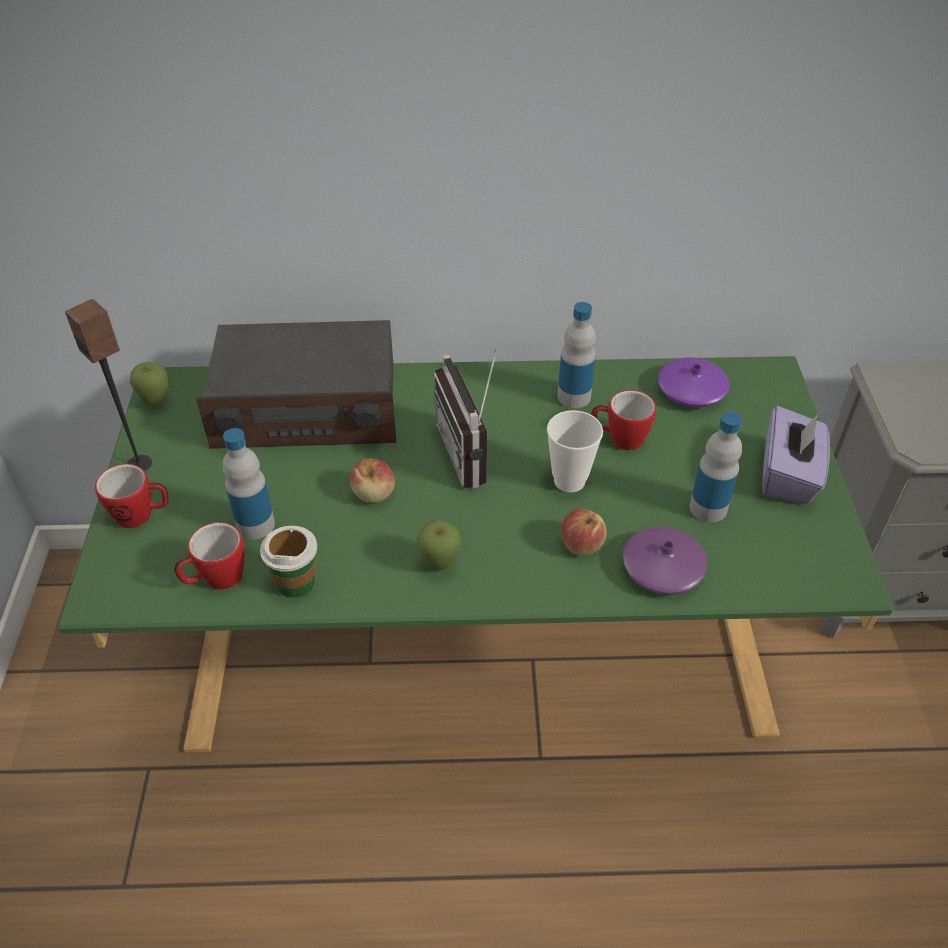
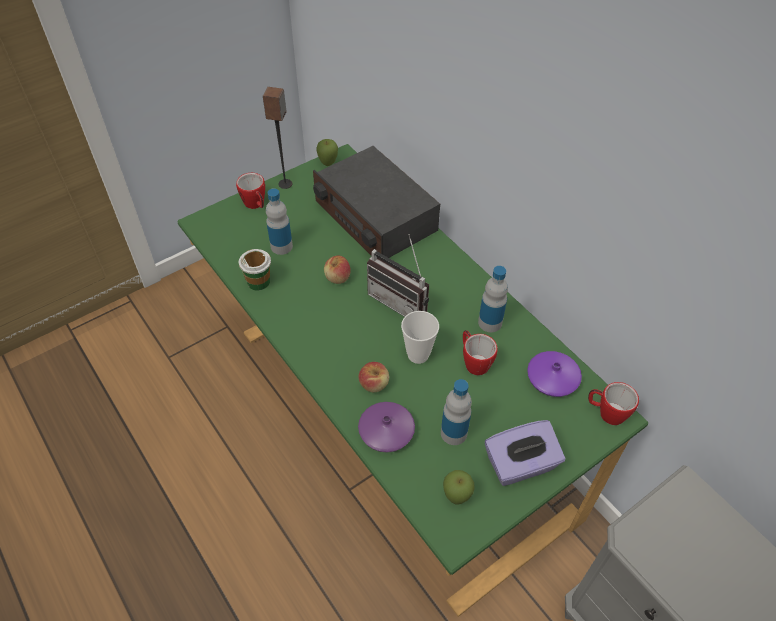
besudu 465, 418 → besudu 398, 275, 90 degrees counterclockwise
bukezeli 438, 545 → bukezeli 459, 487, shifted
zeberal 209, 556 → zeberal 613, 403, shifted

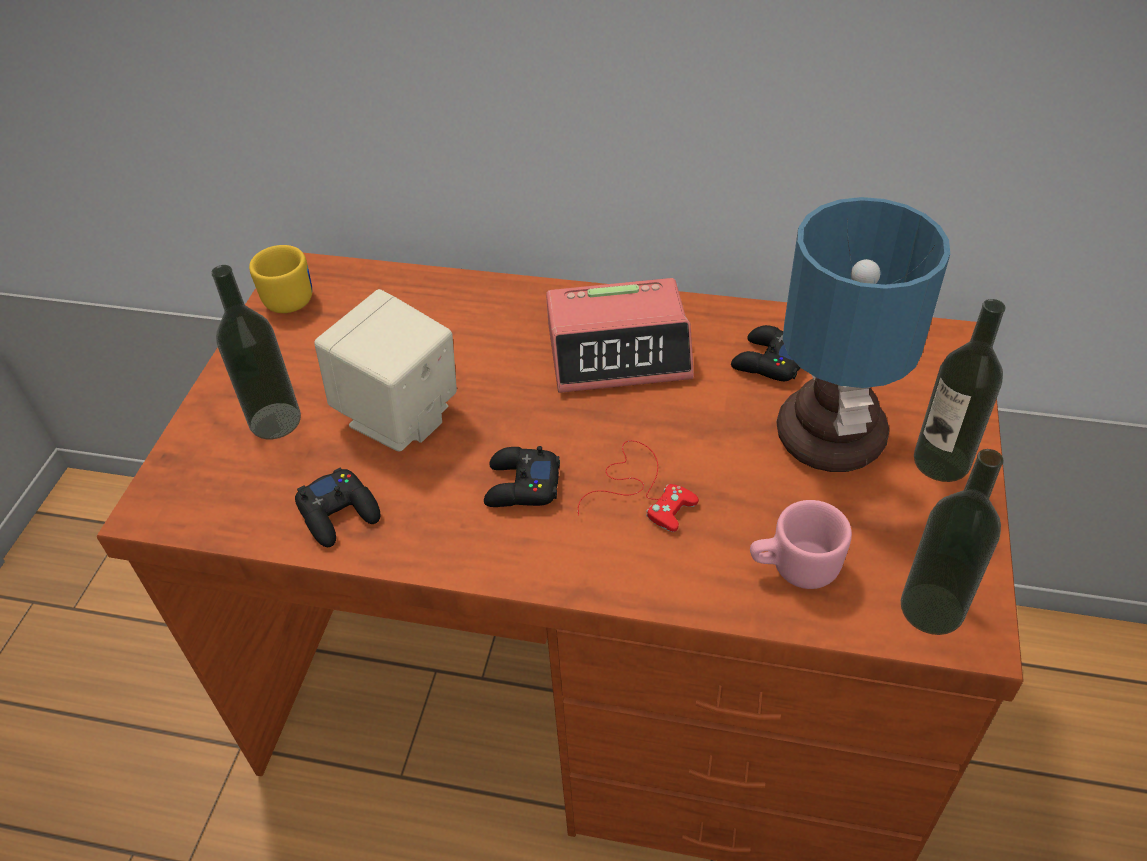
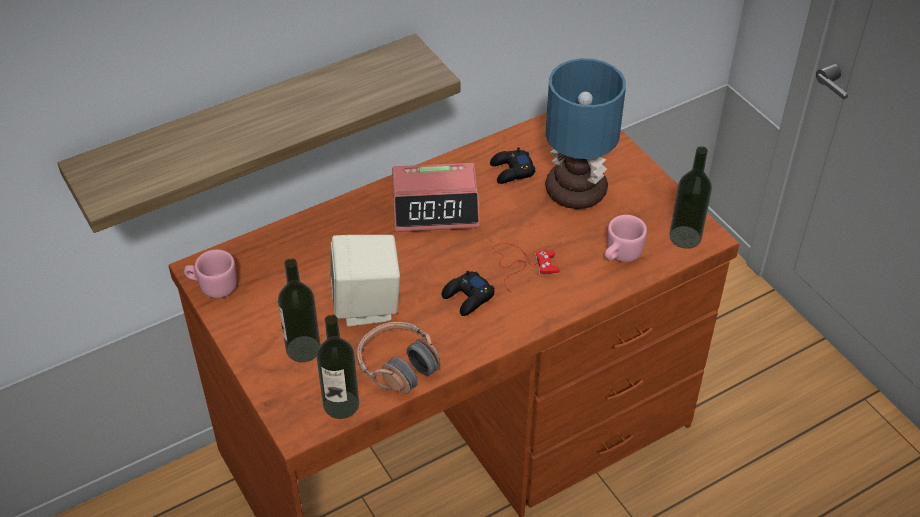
- → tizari 258, 133
yellow_zeberal 280, 279 → pink_zeberal 210, 274
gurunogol 959, 390 → gurunogol 338, 367, shifted
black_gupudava 337, 507 → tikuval 398, 358
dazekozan 620, 335 → dazekozan 436, 197, 45 degrees clockwise

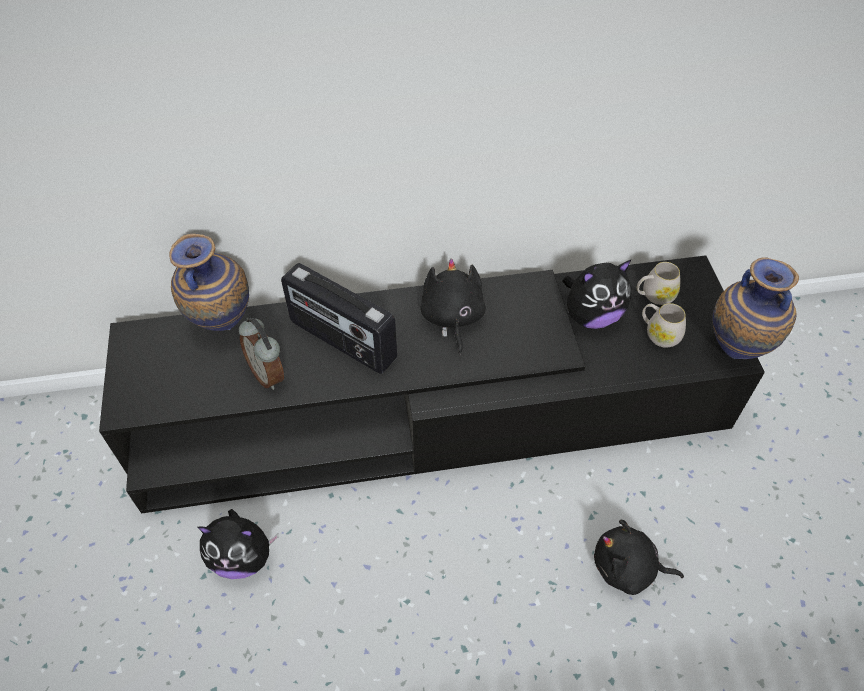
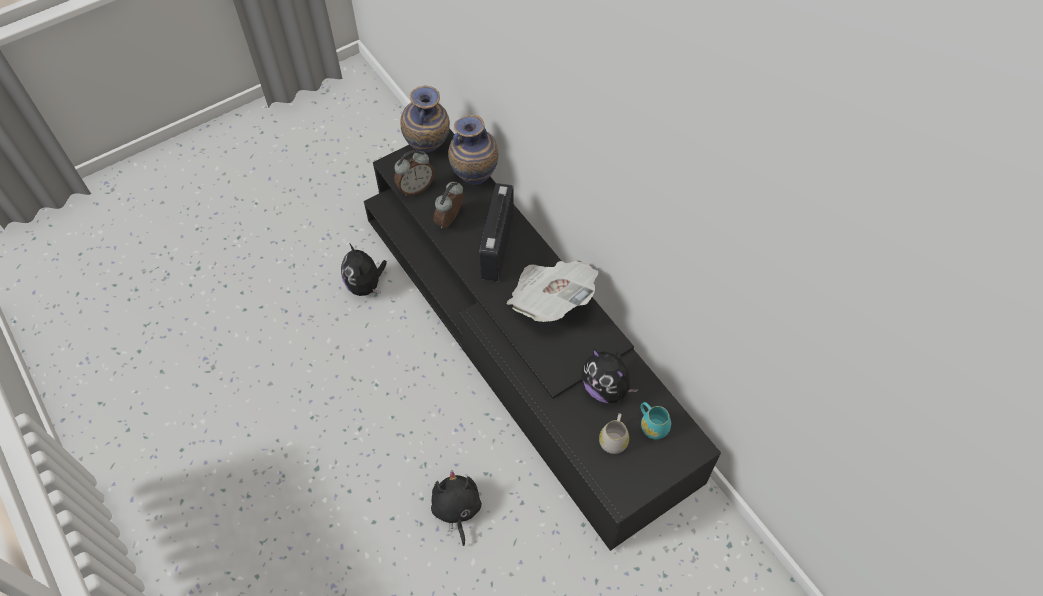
- → dazekozan 414, 173
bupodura 756, 308 → bupodura 425, 119, shifted
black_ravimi 453, 307 → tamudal 552, 291
white_zeberal 658, 283 → turquoise_zeberal 655, 420

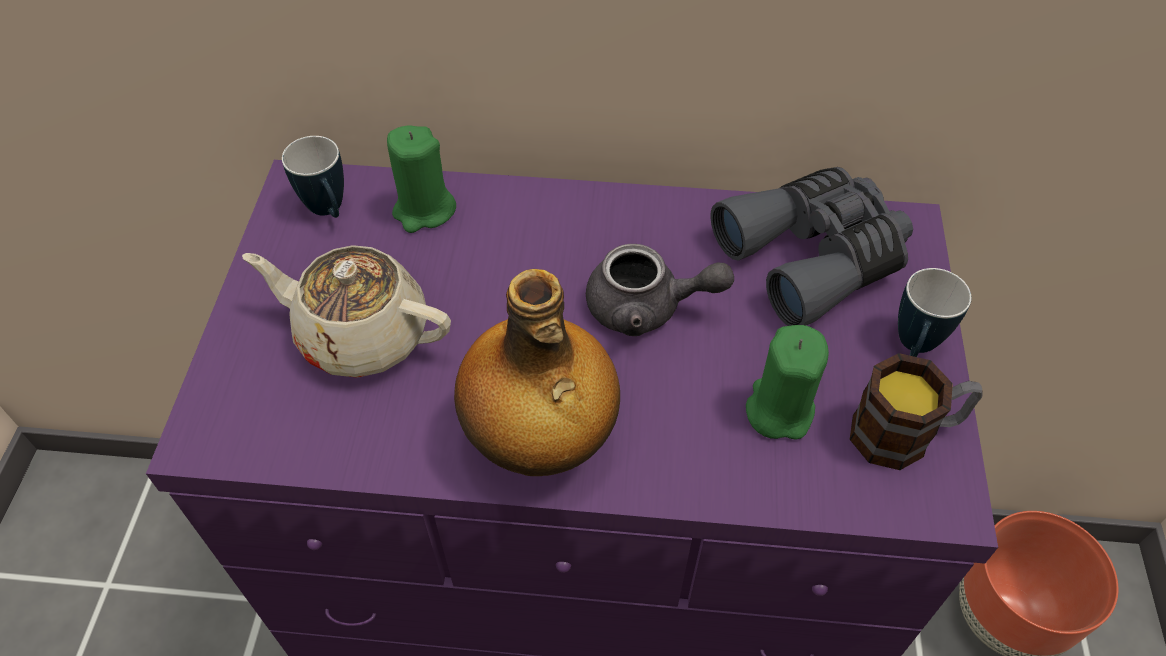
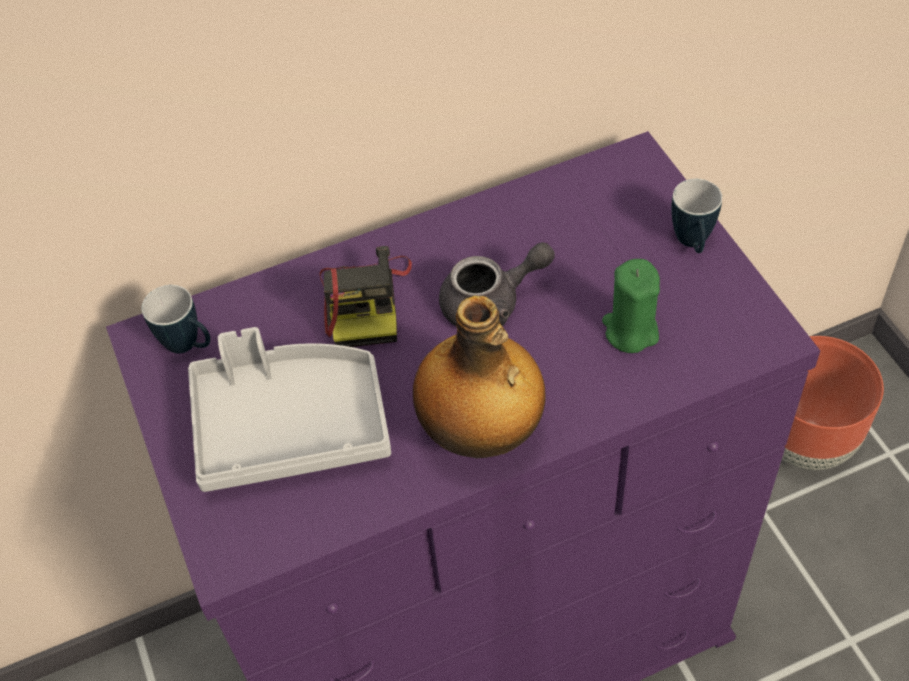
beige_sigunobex 346, 311 → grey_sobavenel 289, 409
- → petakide 365, 296
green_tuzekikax 421, 179 → -
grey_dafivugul 811, 246 → -
zeberal 916, 411 → -

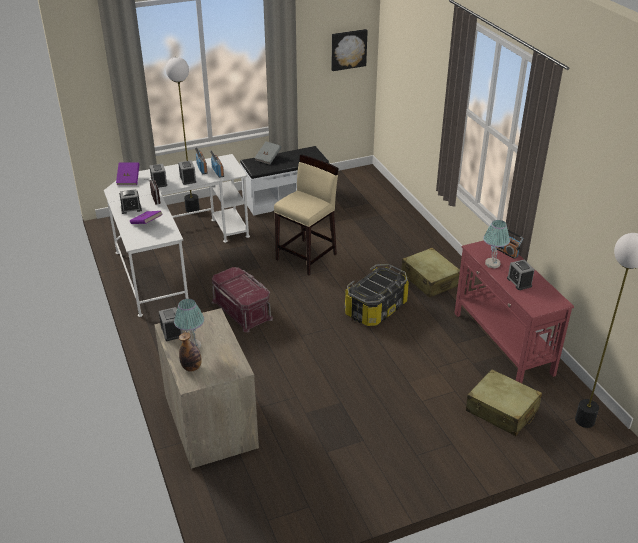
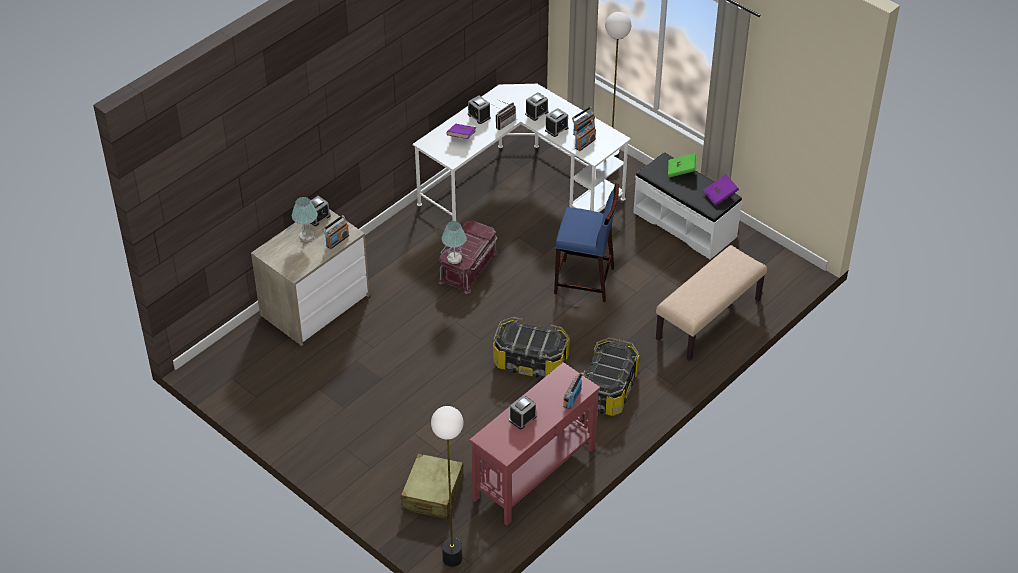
- → besudu 336, 232
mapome 496, 244 → mapome 454, 242, shifted
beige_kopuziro 306, 214 → blue_kopuziro 586, 242
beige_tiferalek 430, 273 → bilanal 611, 376
- → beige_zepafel 711, 303
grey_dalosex 268, 153 → green_dalosex 682, 165
purple_dalosex 128, 173 → purple_dalosex 721, 190, shifted
gurunogol 190, 352 → -
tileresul 349, 50 → -

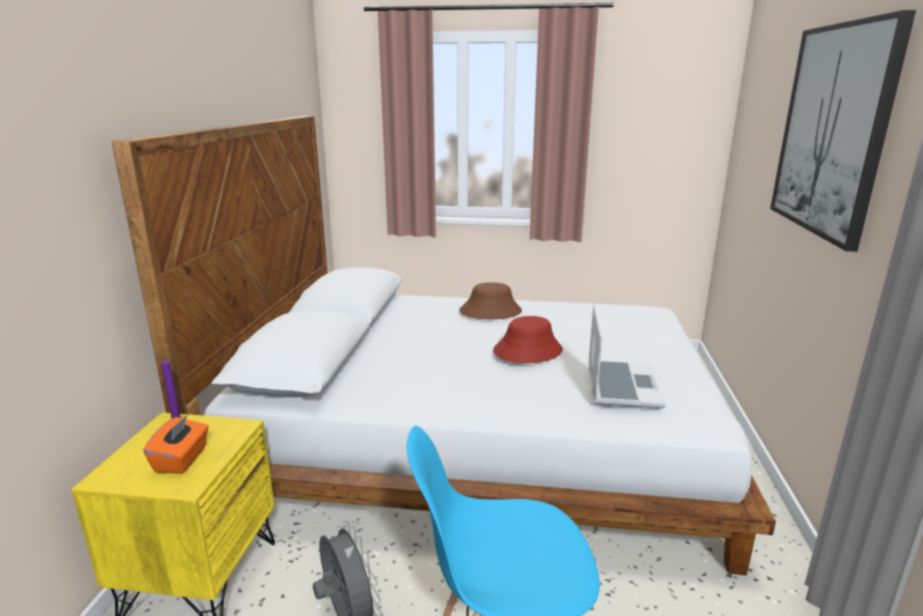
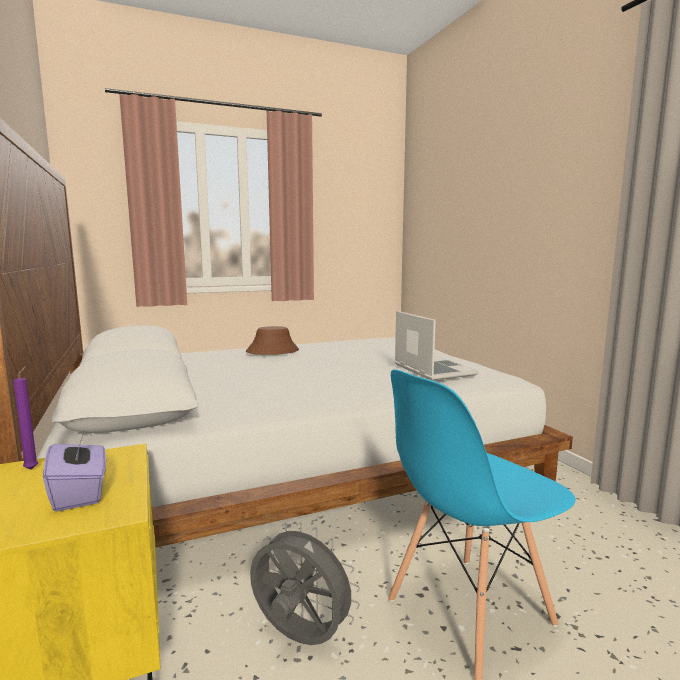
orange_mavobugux 176, 444 → purple_mavobugux 74, 471
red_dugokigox 528, 339 → -
tileresul 843, 131 → -

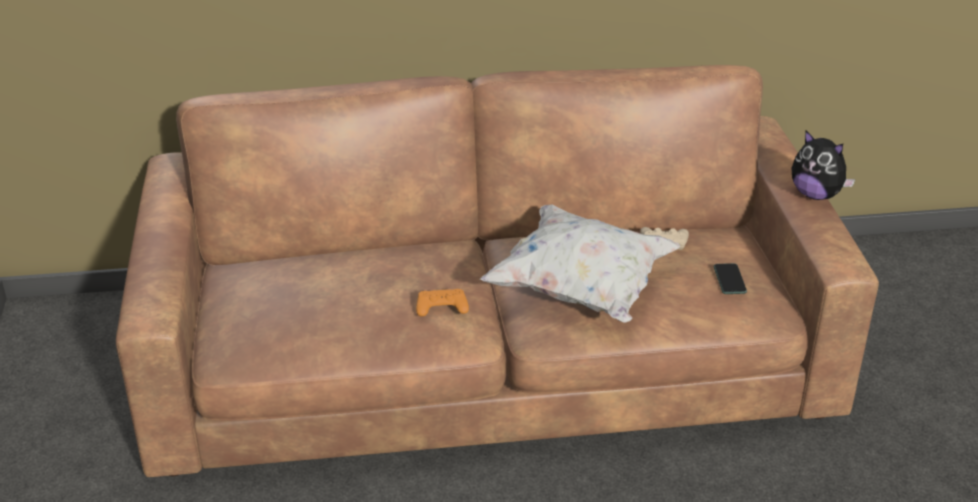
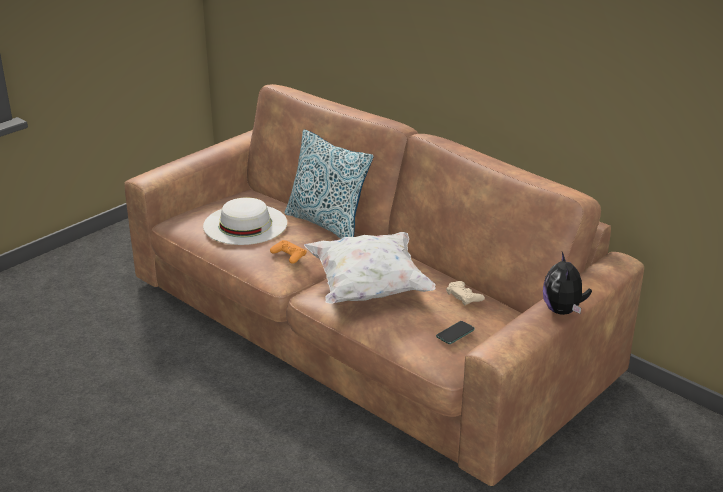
- → white_dugokigox 245, 221
- → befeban 329, 184

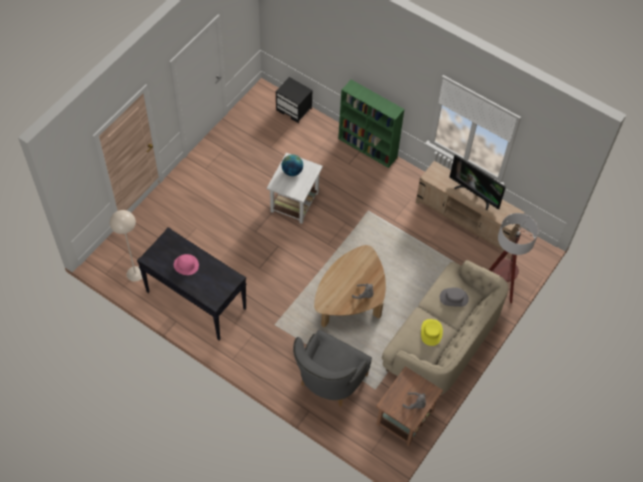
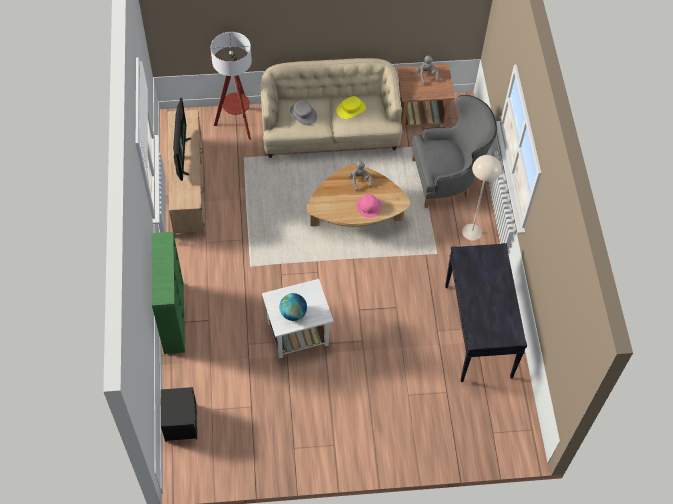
pink_dugokigox 186, 264 → pink_dugokigox 369, 206, shifted
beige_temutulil 126, 246 → beige_temutulil 482, 197, shifted

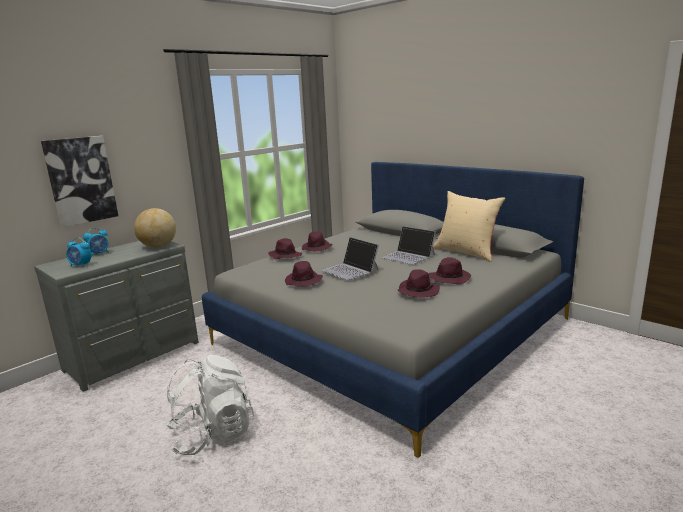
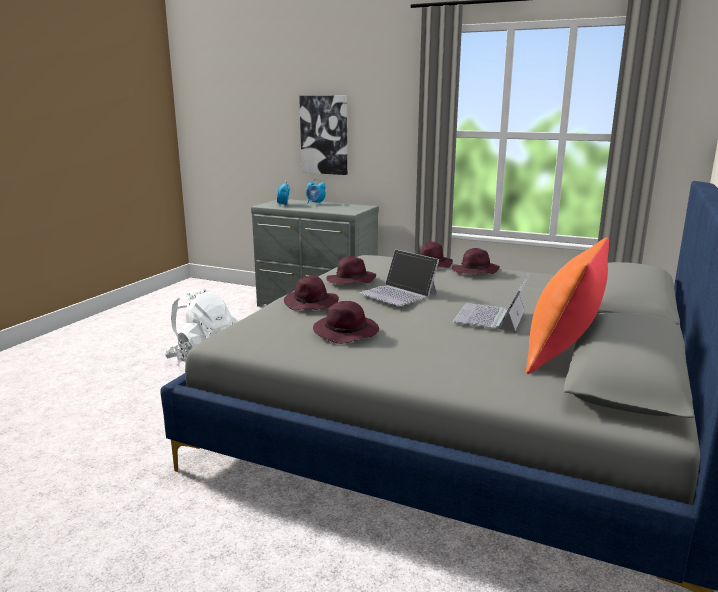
purple_dugokigox 449, 270 → purple_dugokigox 311, 293, shifted
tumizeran 350, 258 → tumizeran 399, 277, 75 degrees counterclockwise
beige_befeban 469, 226 → orange_befeban 567, 305
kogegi 155, 228 → -

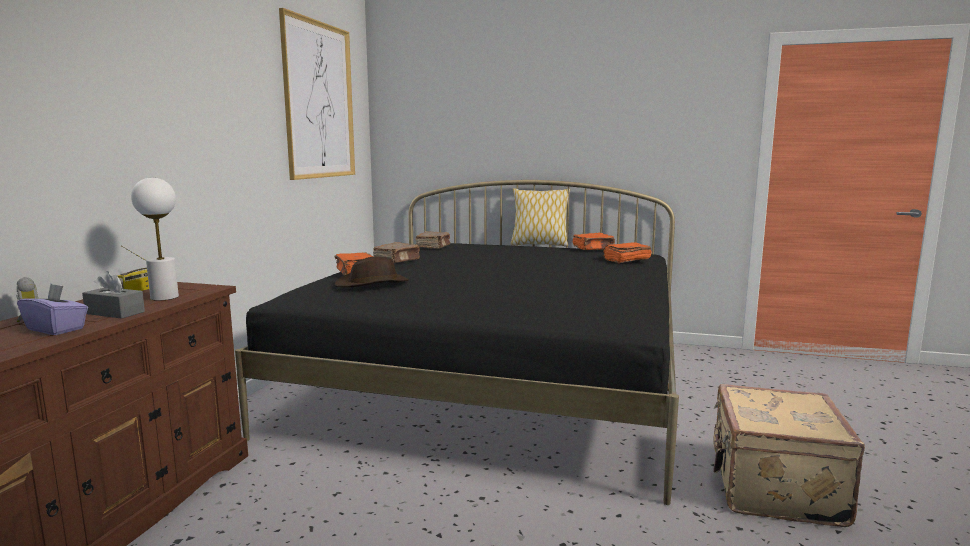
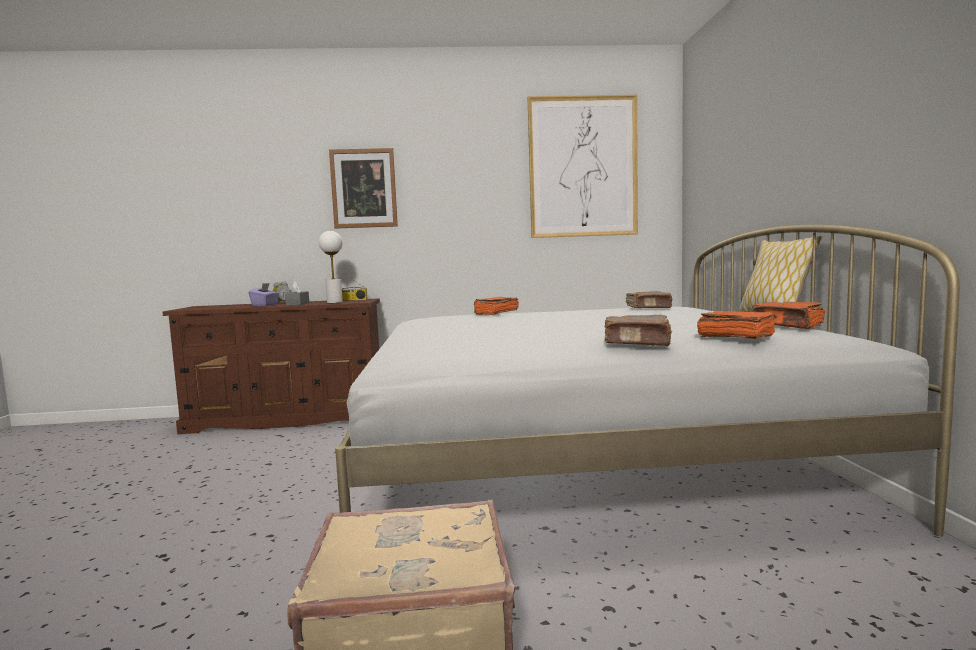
- → tileresul 363, 188
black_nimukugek 457, 342 → white_nimukugek 647, 380
brown_dalosex 396, 252 → brown_dalosex 638, 330, shifted
brown_dugokigox 372, 272 → -

